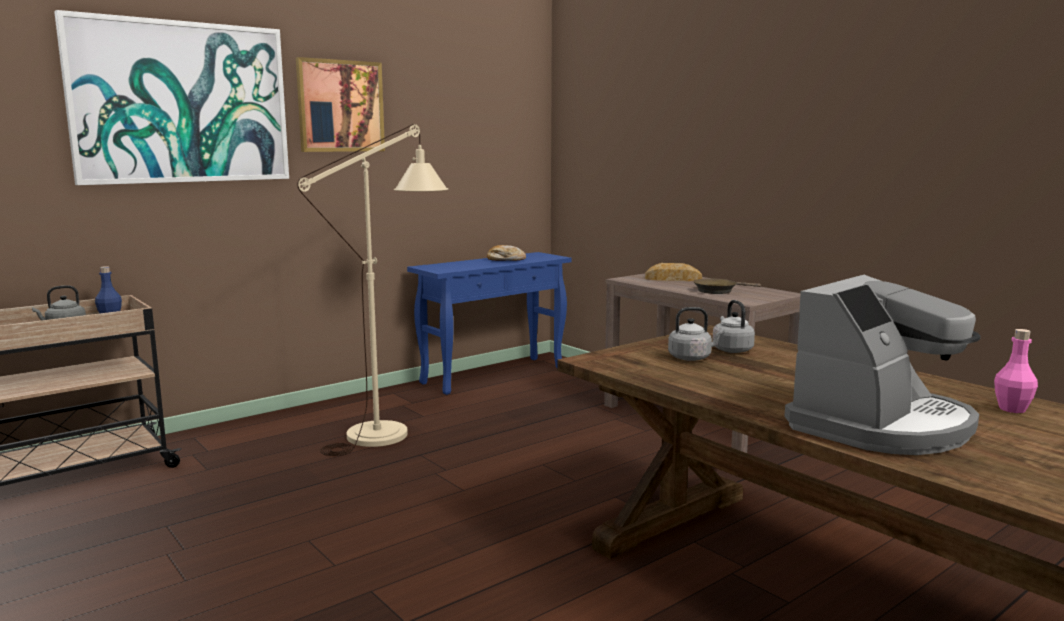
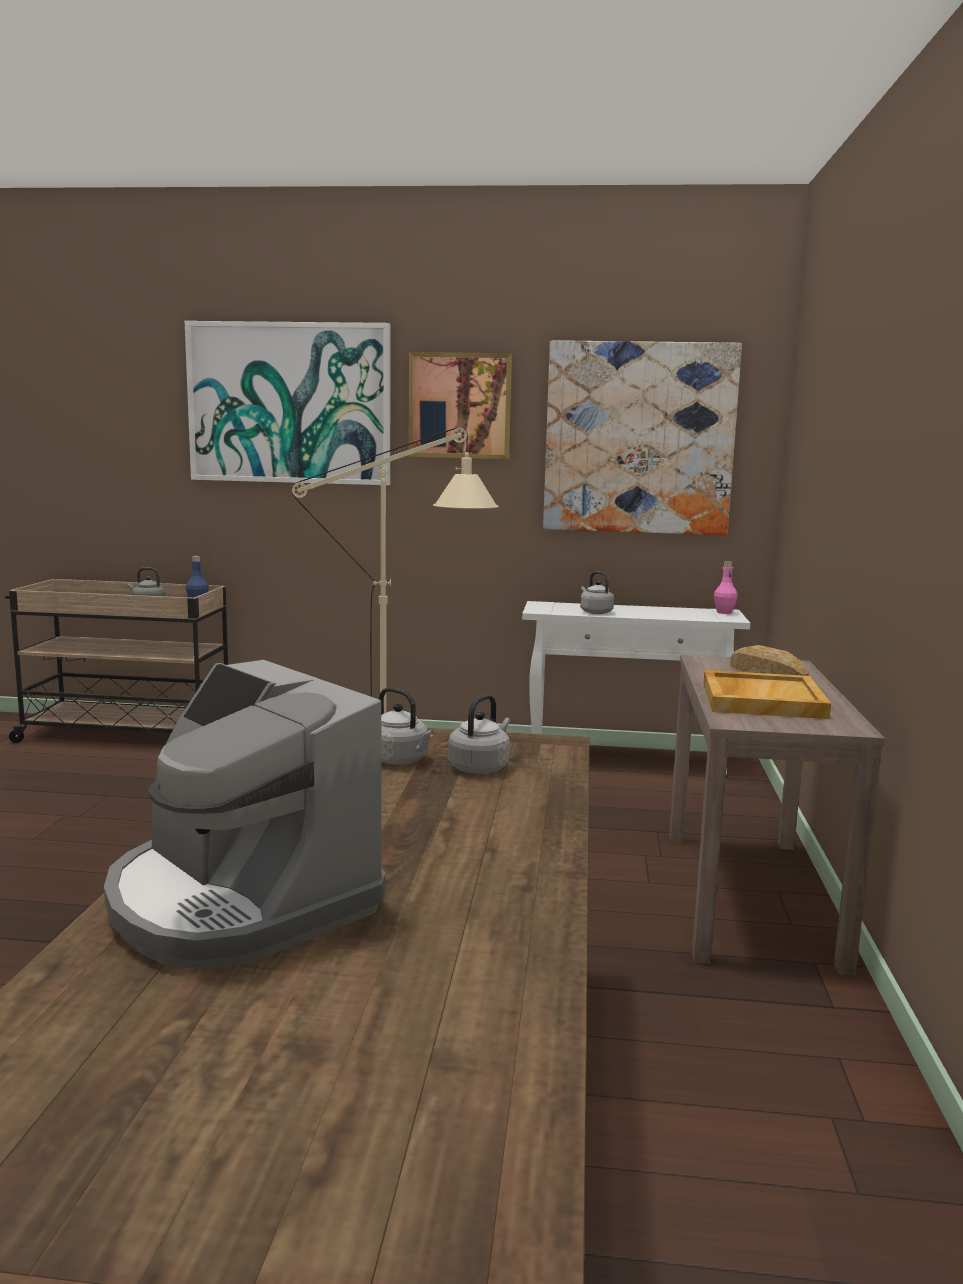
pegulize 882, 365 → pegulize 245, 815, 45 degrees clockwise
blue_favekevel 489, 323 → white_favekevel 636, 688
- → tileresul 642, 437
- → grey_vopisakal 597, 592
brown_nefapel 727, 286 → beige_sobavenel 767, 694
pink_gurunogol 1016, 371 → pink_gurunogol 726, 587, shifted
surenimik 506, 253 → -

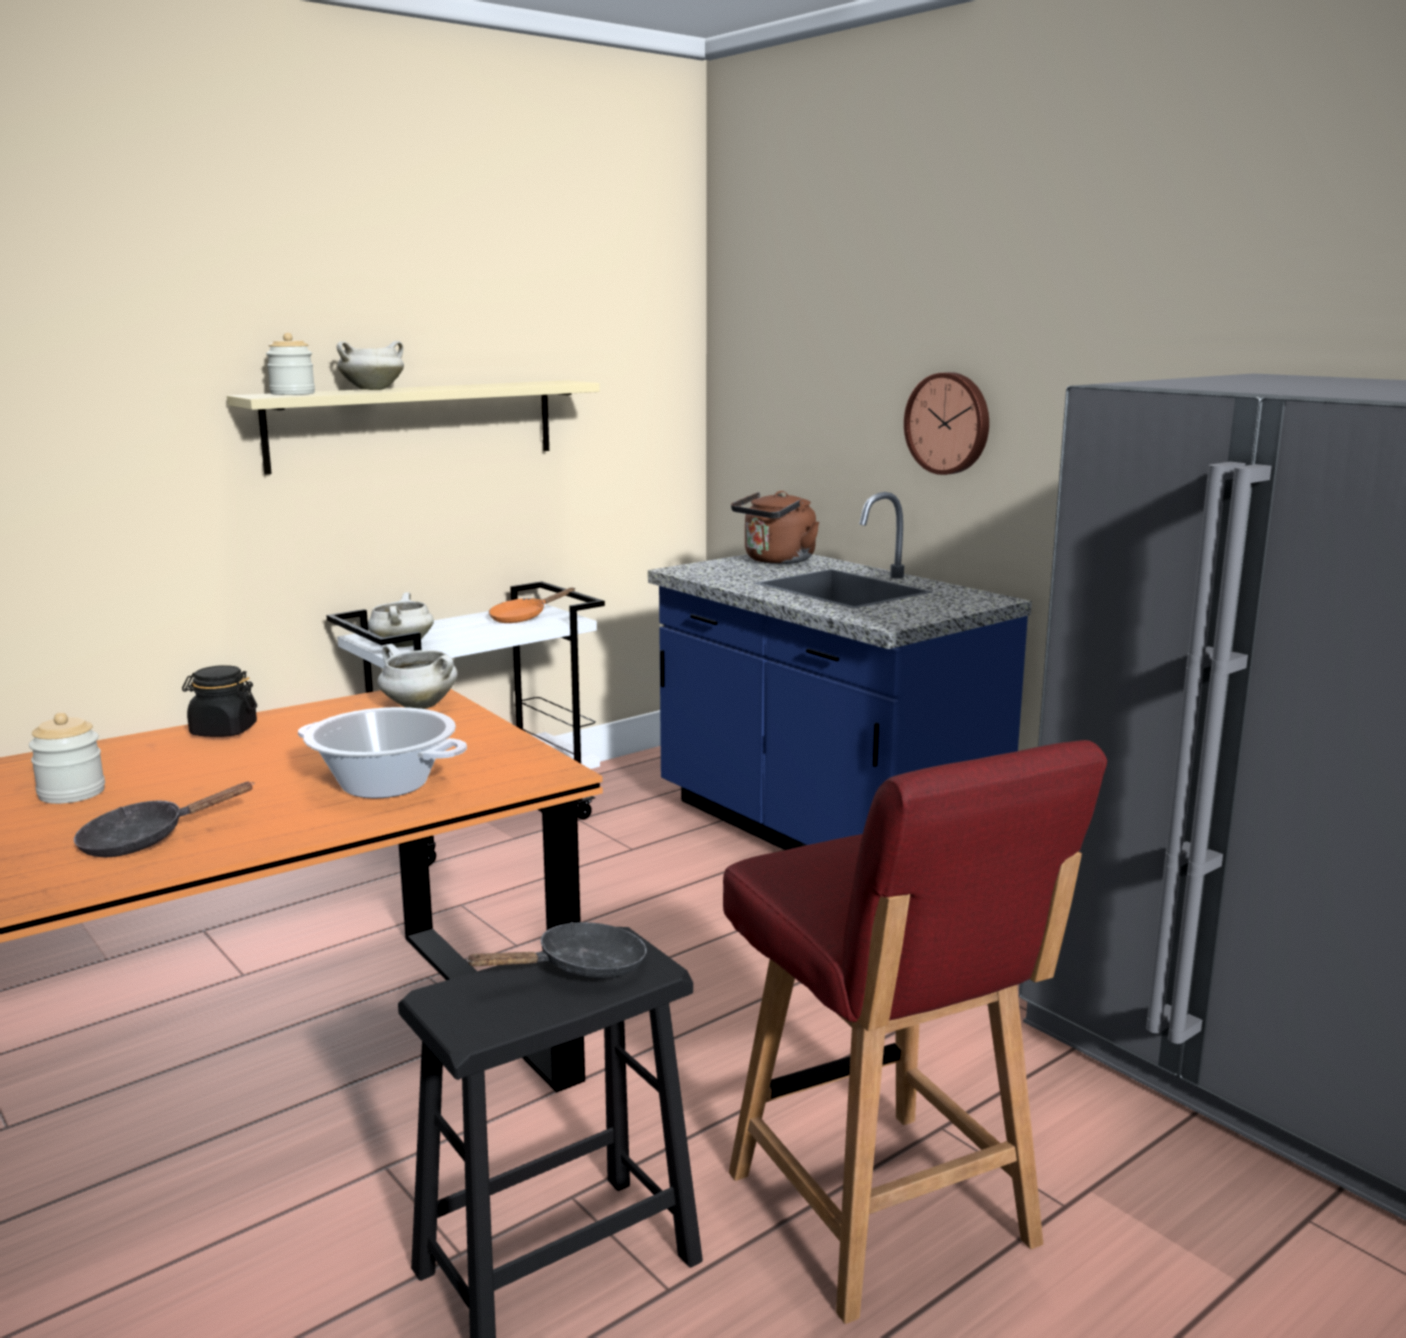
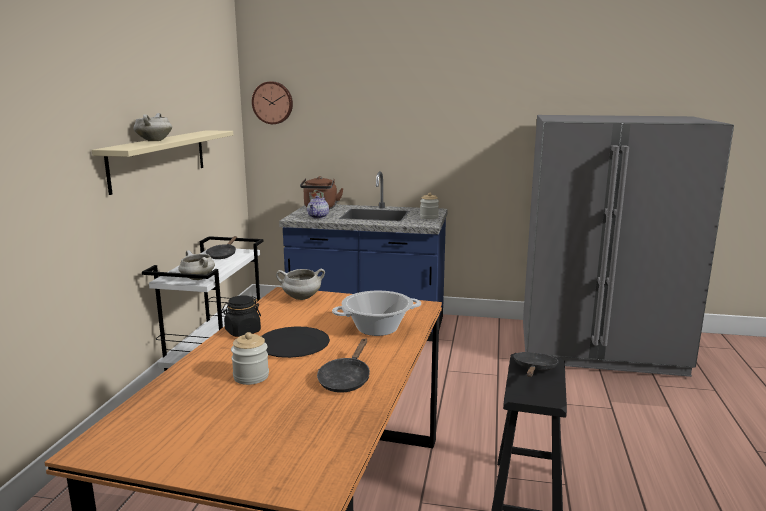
orange_nefapel 532, 605 → black_nefapel 221, 247
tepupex 946, 423 → tepupex 272, 103, shifted
- → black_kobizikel 295, 342
- → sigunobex 318, 207
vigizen 290, 364 → vigizen 429, 206, shifted
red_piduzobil 915, 1032 → -

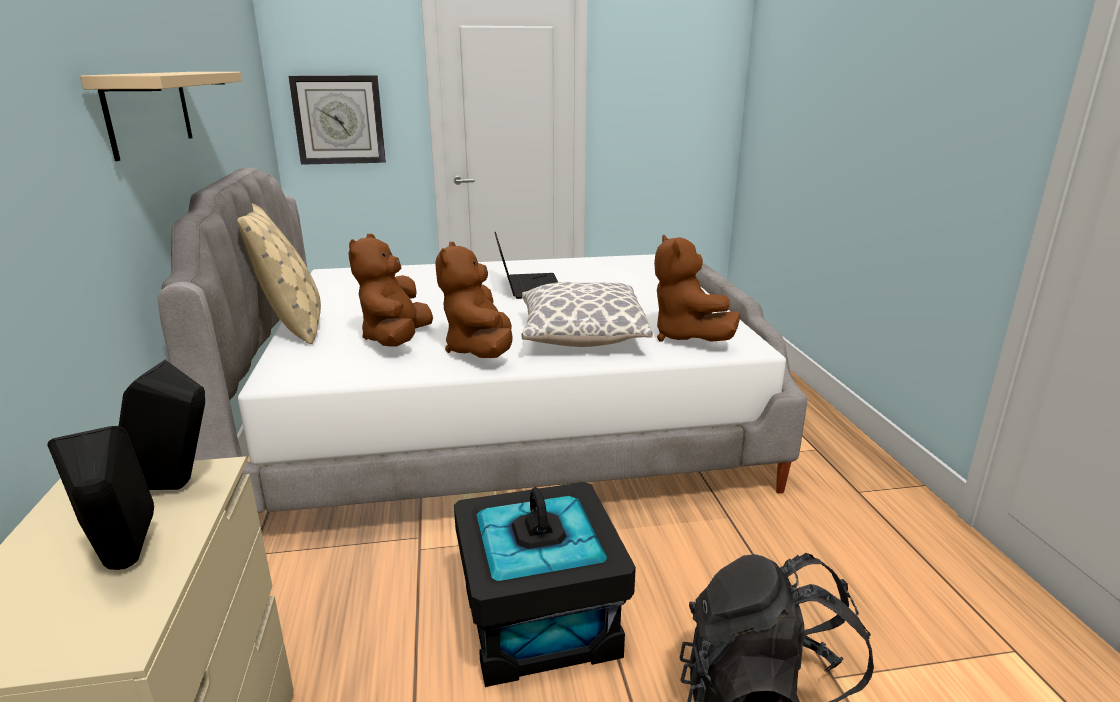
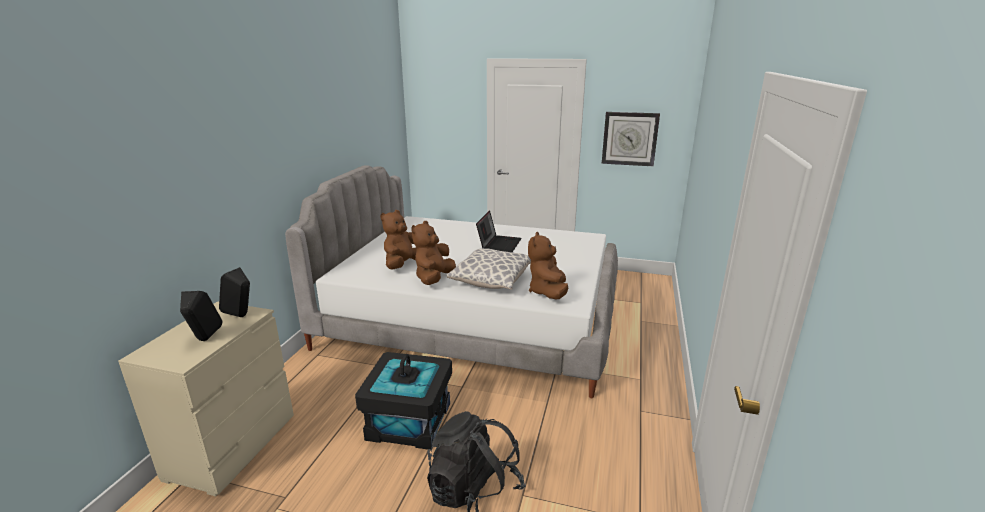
tepupex 337, 120 → tepupex 631, 139, shifted
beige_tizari 161, 116 → -
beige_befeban 279, 274 → -

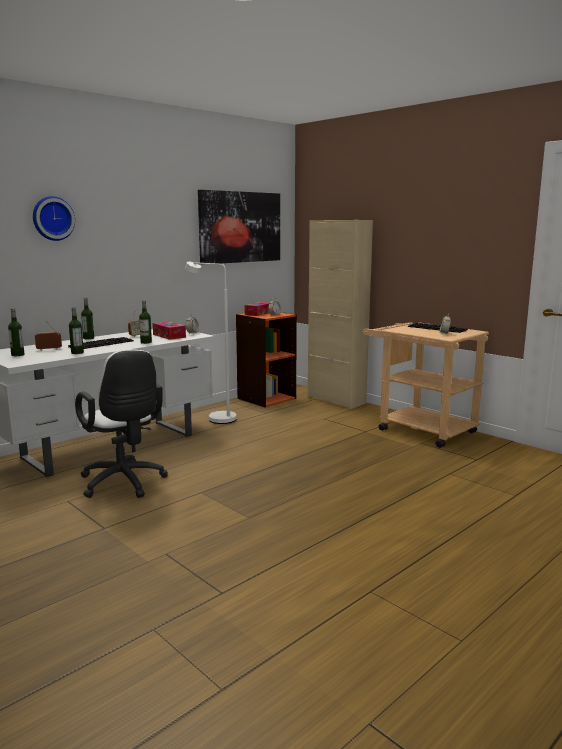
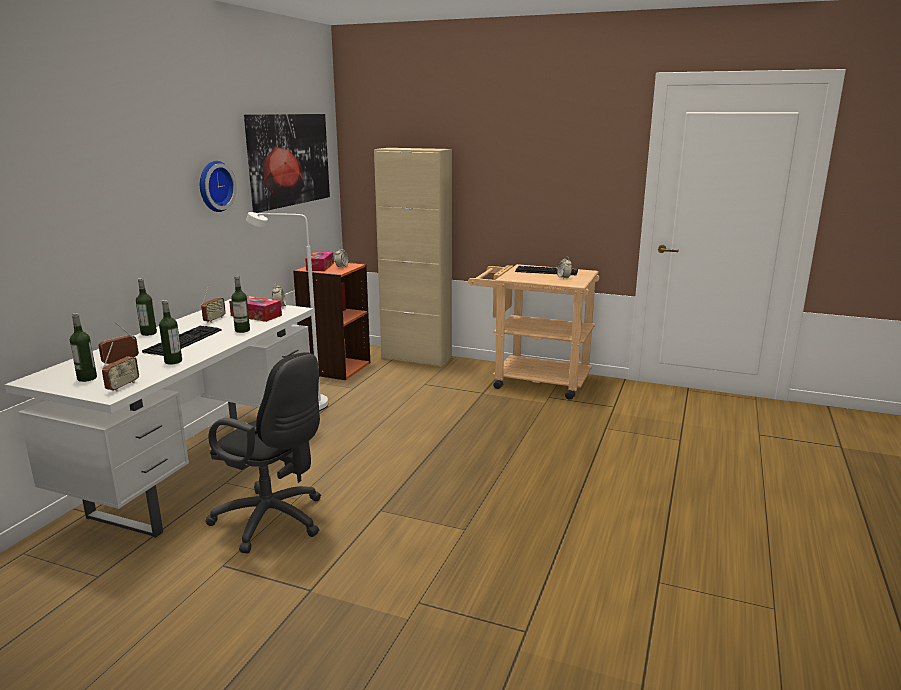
- → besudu 120, 367
tepupex 54, 218 → tepupex 218, 186, shifted
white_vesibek 121, 423 → black_vesibek 263, 452

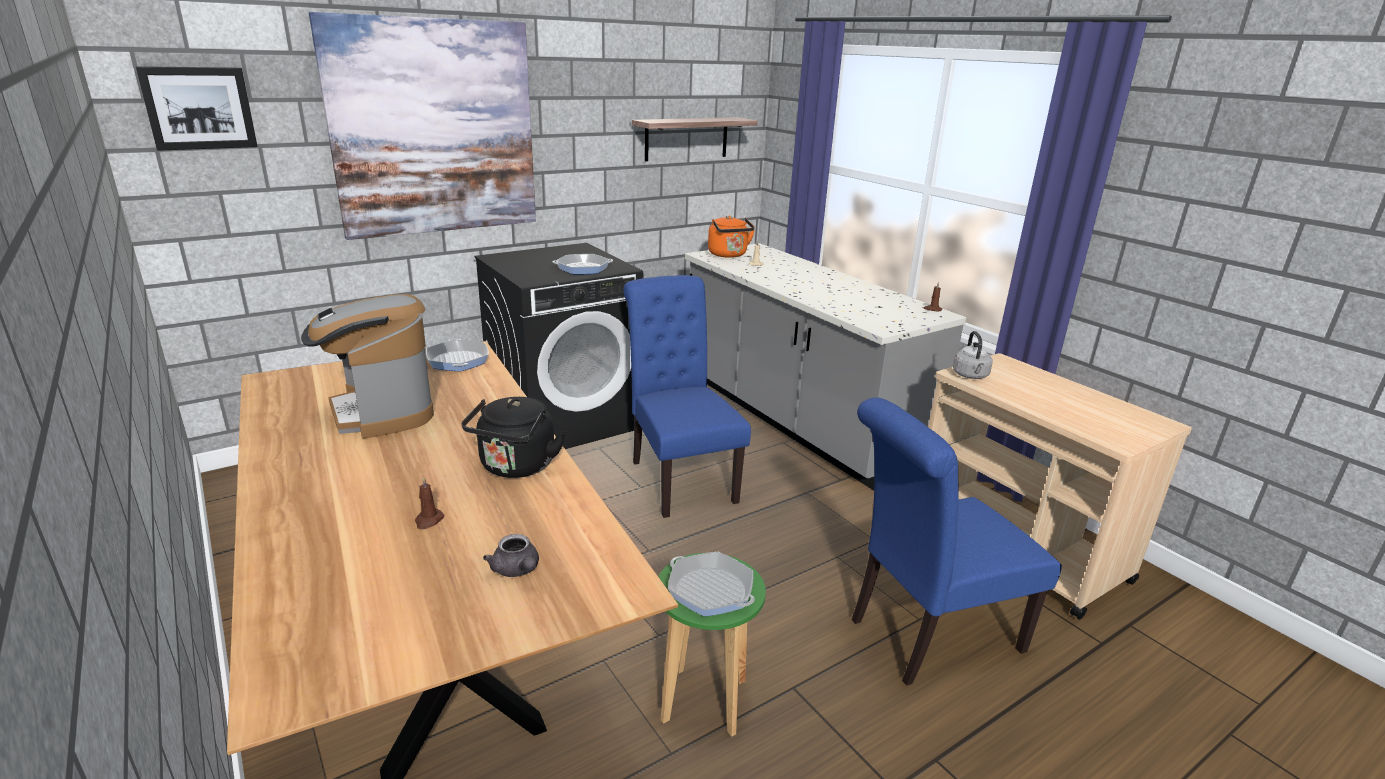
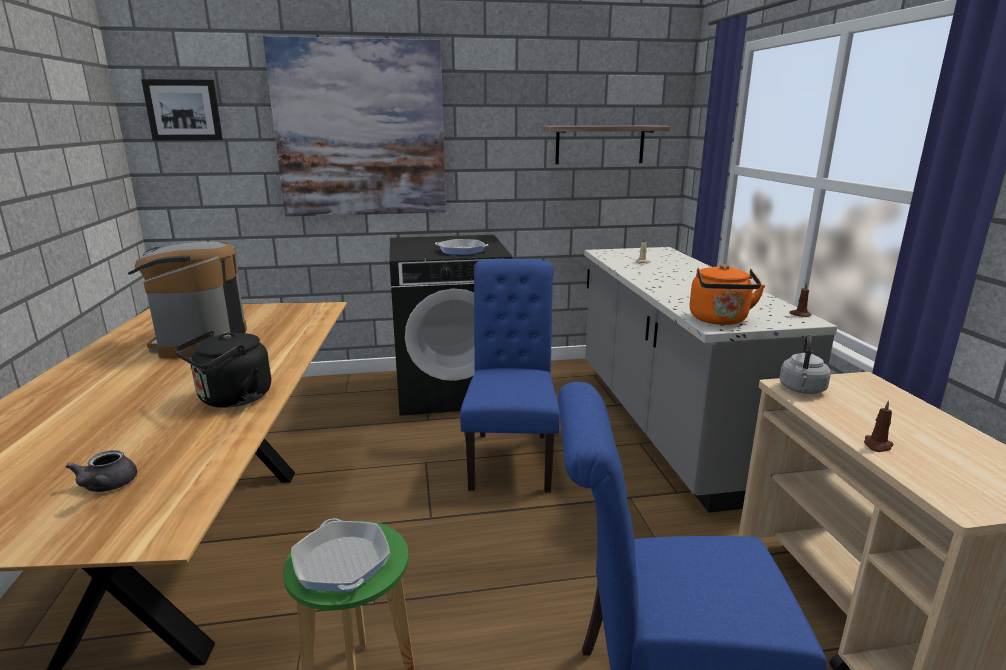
orange_vopisakal 731, 237 → orange_vopisakal 727, 294, shifted
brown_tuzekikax 429, 503 → brown_tuzekikax 879, 426, shifted
nefapel 457, 355 → -

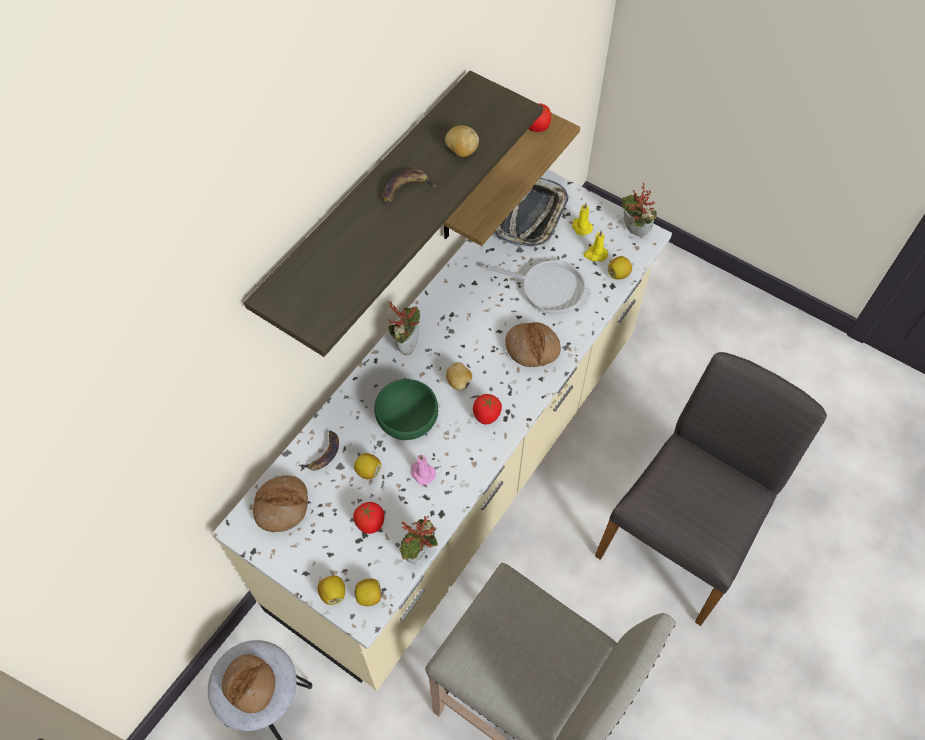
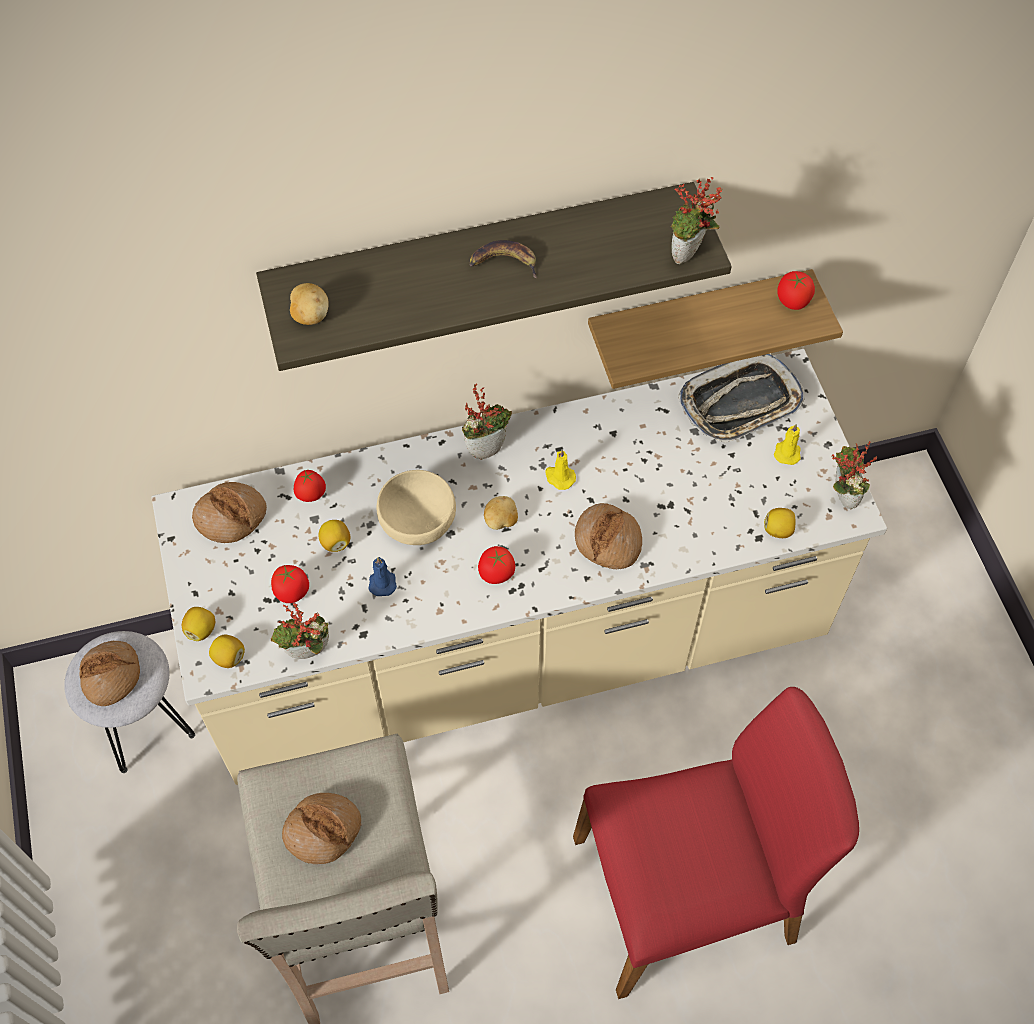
- → surenimik 321, 828
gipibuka 462, 141 → gipibuka 309, 304, shifted
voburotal 319, 451 → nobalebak 310, 486
pink_tuzekikax 423, 469 → blue_tuzekikax 382, 576
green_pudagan 406, 409 → beige_pudagan 416, 507
yellow_tuzekikax 595, 245 → yellow_tuzekikax 560, 469, shifted
grey_piduzobil 711, 489 → red_piduzobil 716, 843
- → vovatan 697, 220
nefapel 536, 287 → -

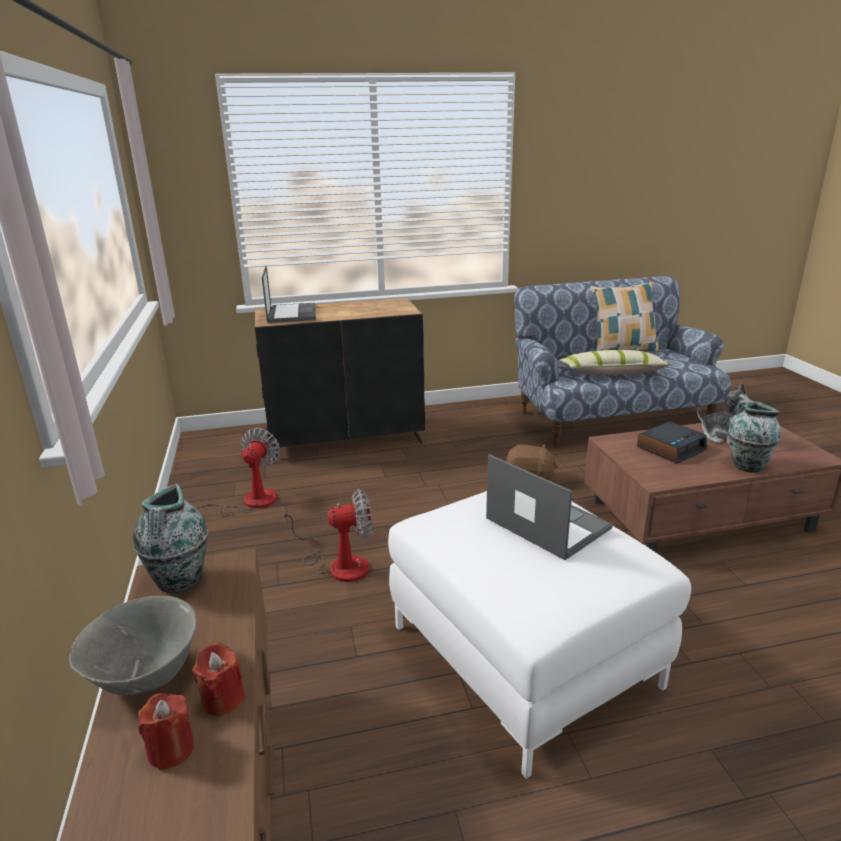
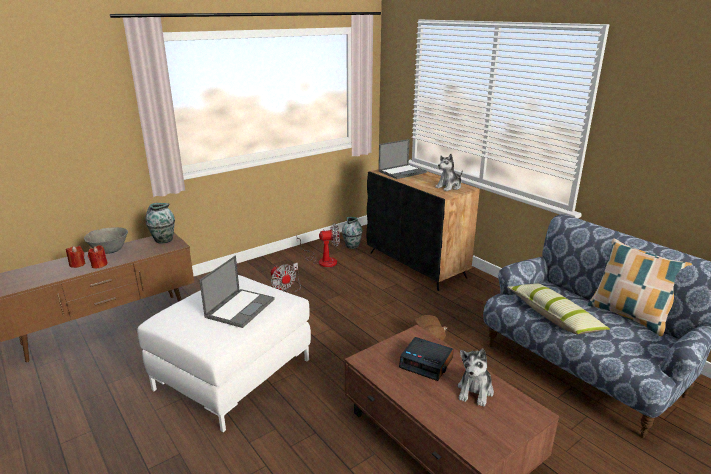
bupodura 754, 437 → bupodura 352, 233, shifted
- → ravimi 449, 172

